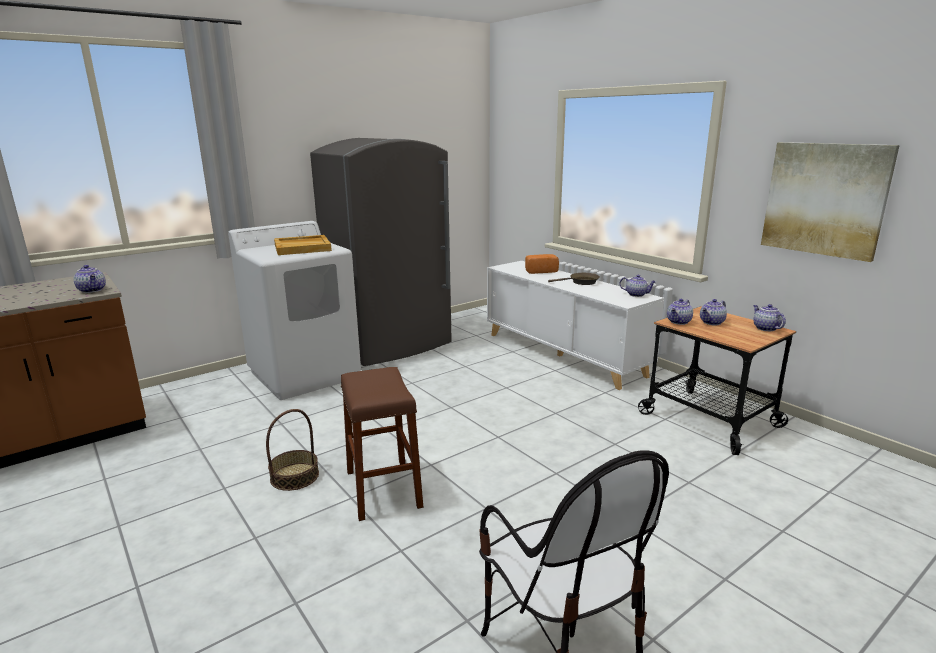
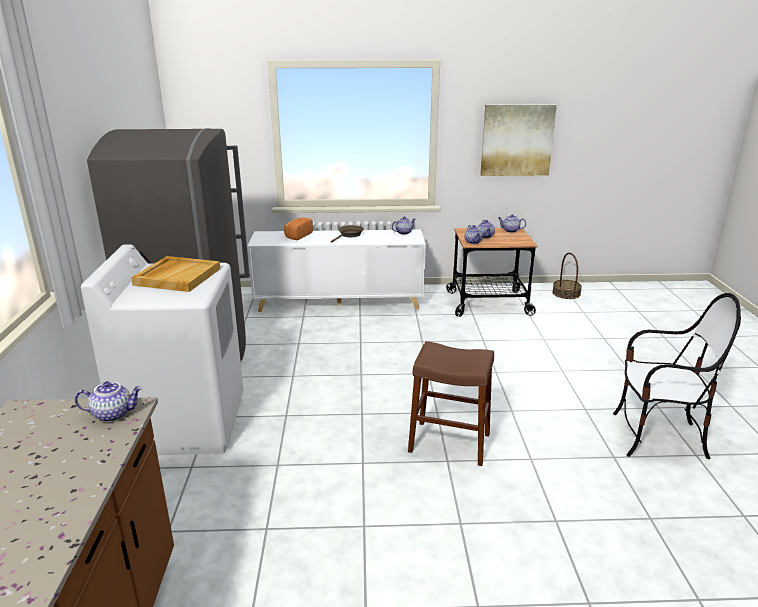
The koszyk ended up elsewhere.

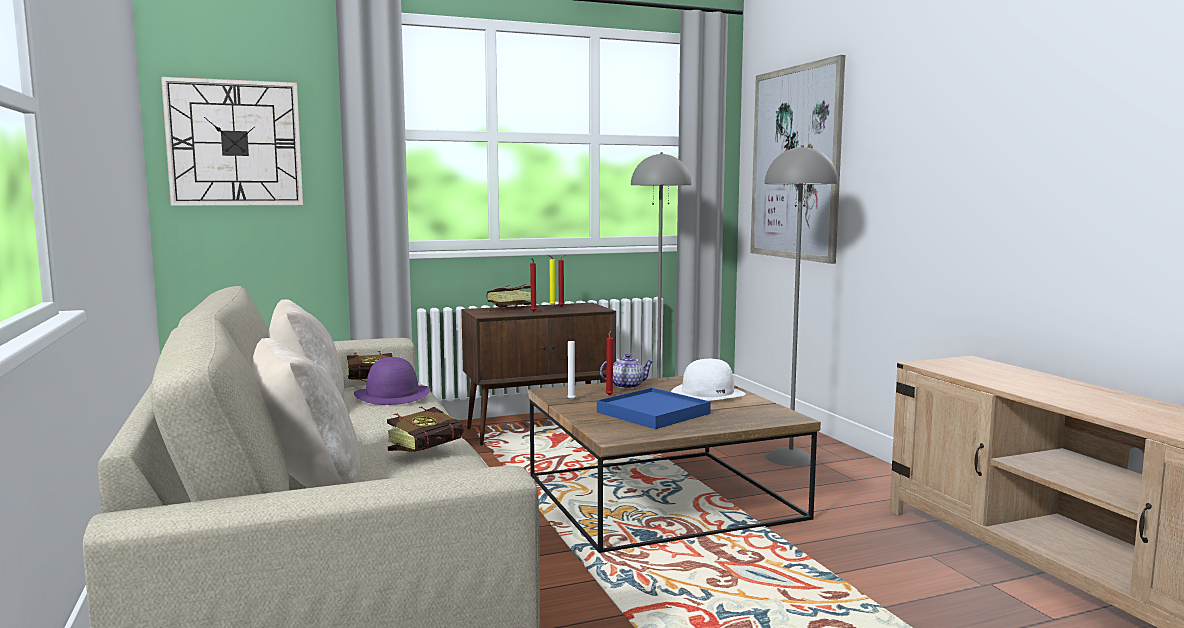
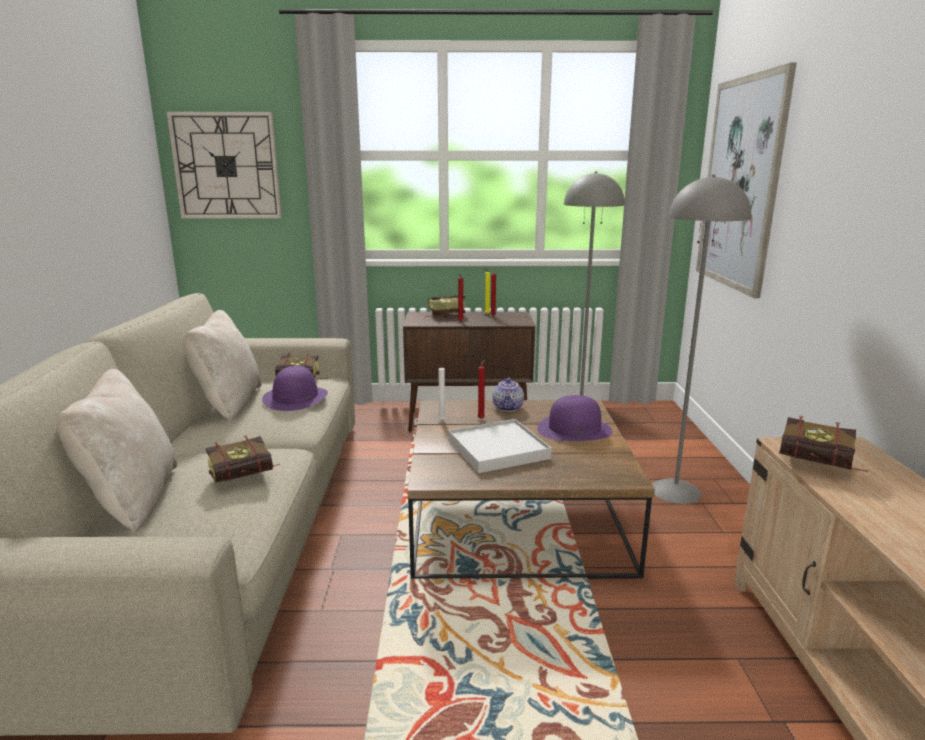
The imbryk ended up facing another way, 90 degrees clockwise from before. What was the kapelusz/biały turned into the kapelusz/fioletowy (2nd from left). What was the taca/niebieski turned into the taca/biały. The second view gained the książka (4th from left).

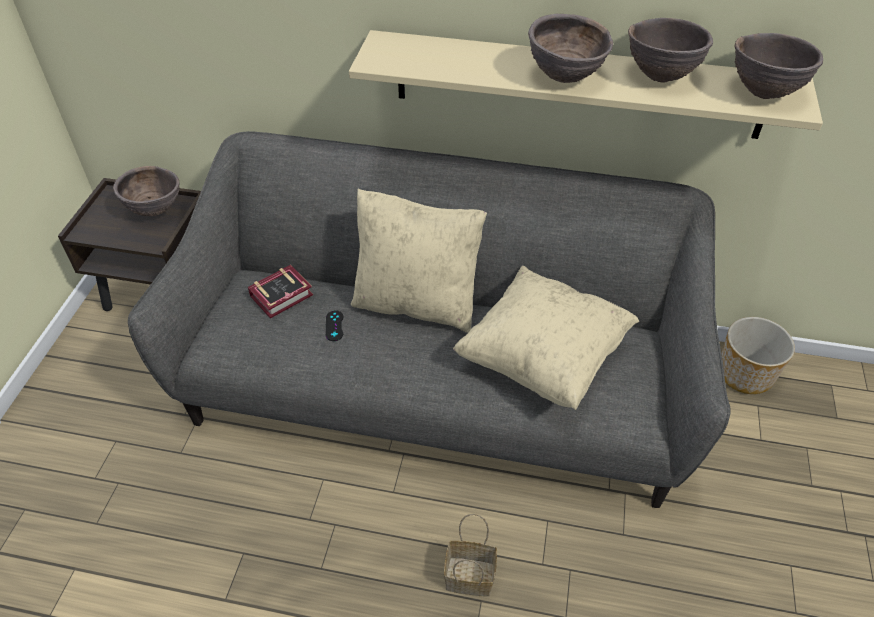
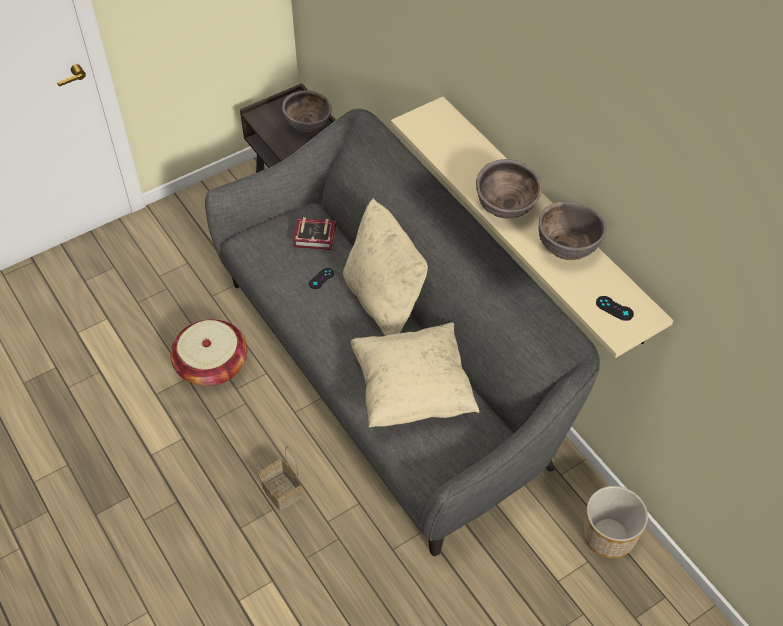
Where the miska/brązowy (4th from left) stood, the pad do gier/czarny (2nd from left) came to stand. The second view gained the koszyk (1st from left).

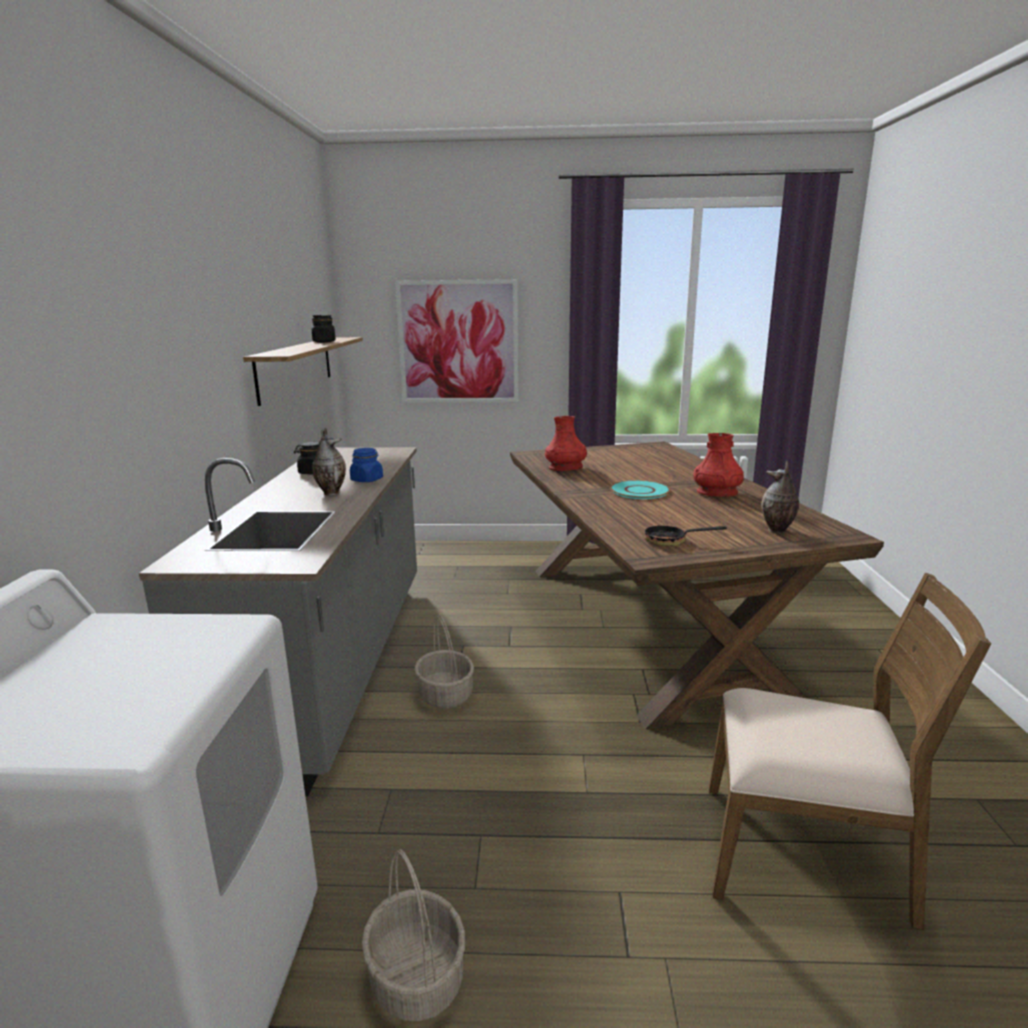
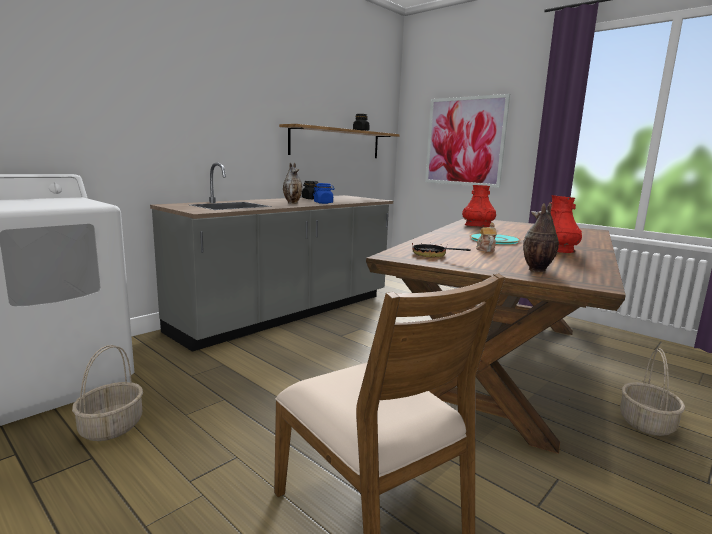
The koszyk (2nd from left) ended up elsewhere. The second view gained the imbryk.

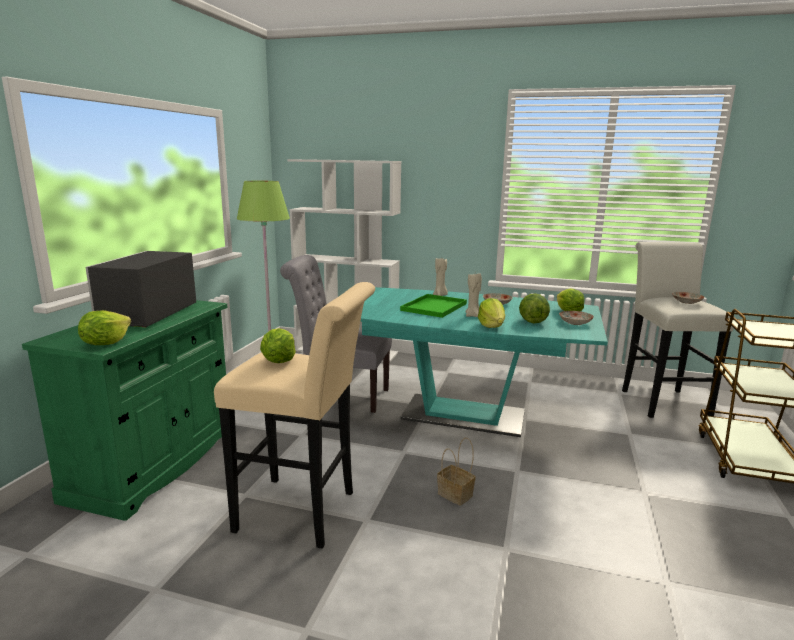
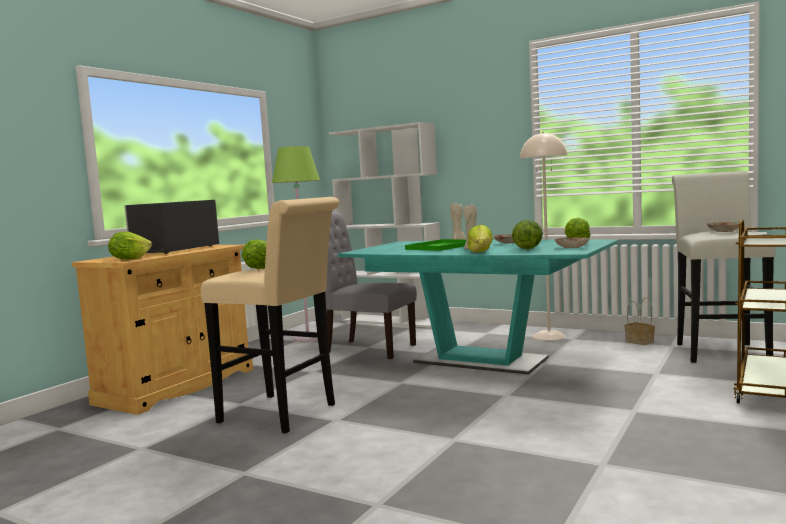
What was the szafka/zielony turned into the szafka/beżowy. The koszyk ended up elsewhere. The second view gained the lampa stojąca/beżowy.

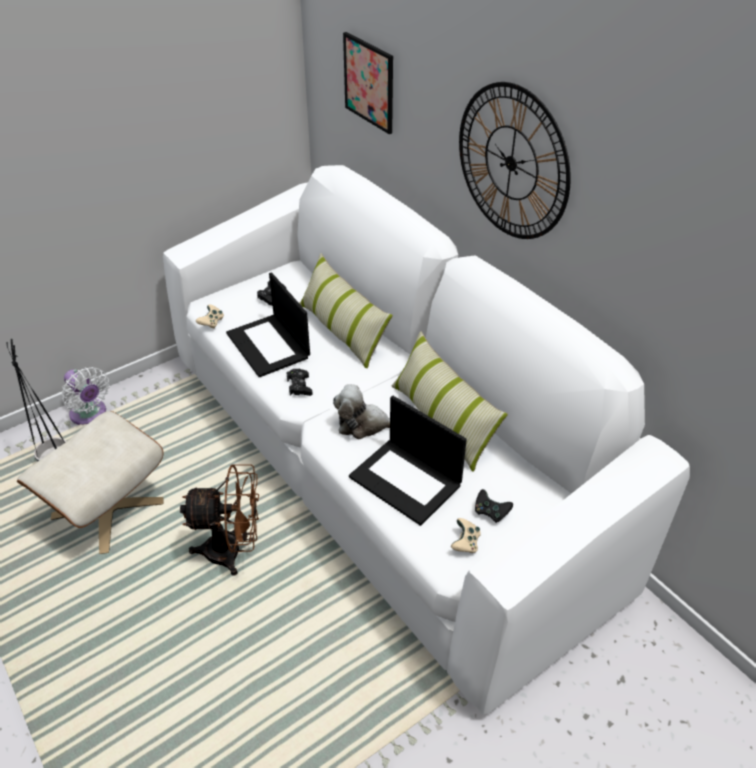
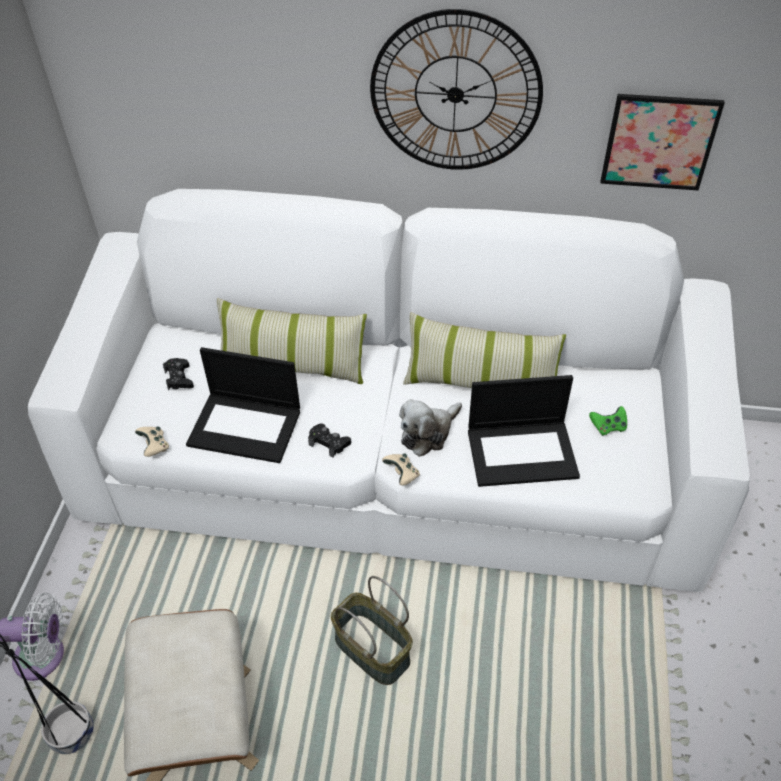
The obraz ended up elsewhere. Where the wentylator/brązowy stood, the koszyk came to stand. What was the pad do gier/czarny (3rd from left) turned into the pad do gier/zielony. The pad do gier/beżowy (2nd from left) ended up elsewhere.

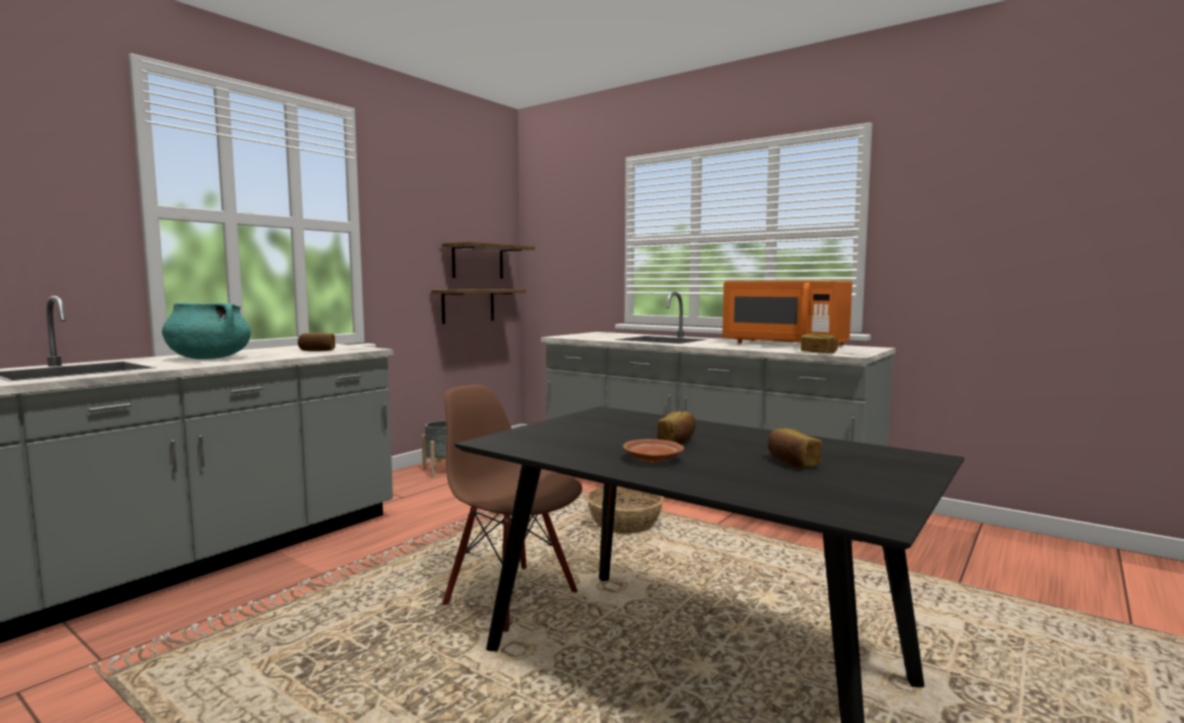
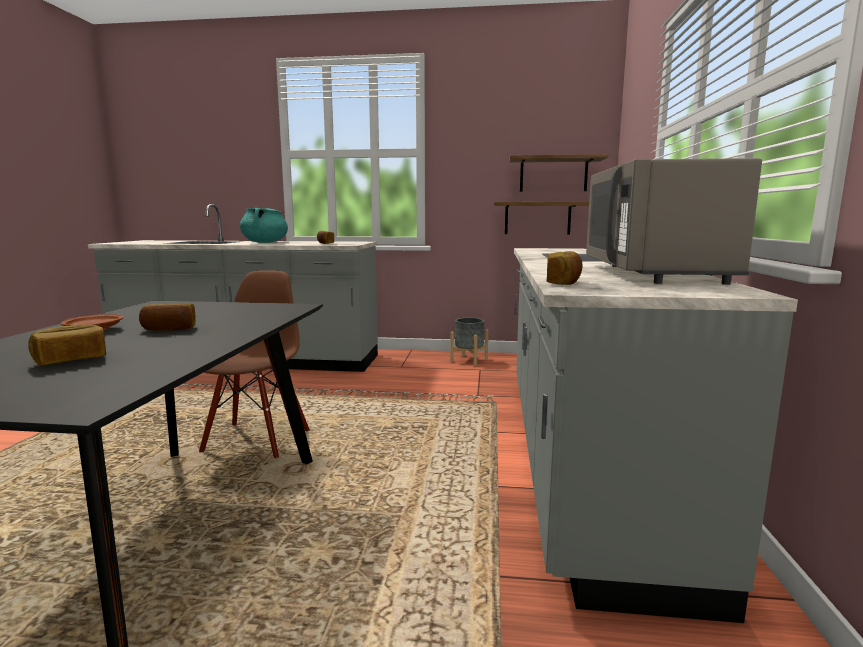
What was the mikrofalówka/pomarańczowy turned into the mikrofalówka/szary. The second view lost the koszyk.

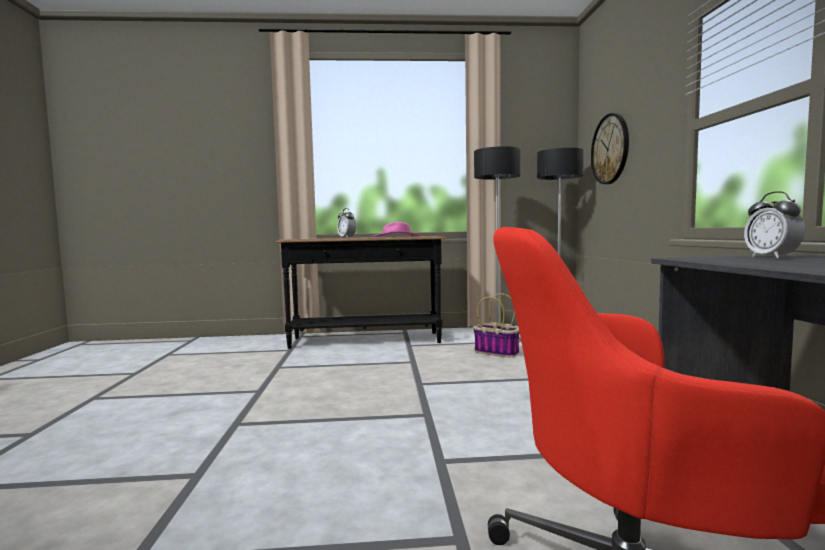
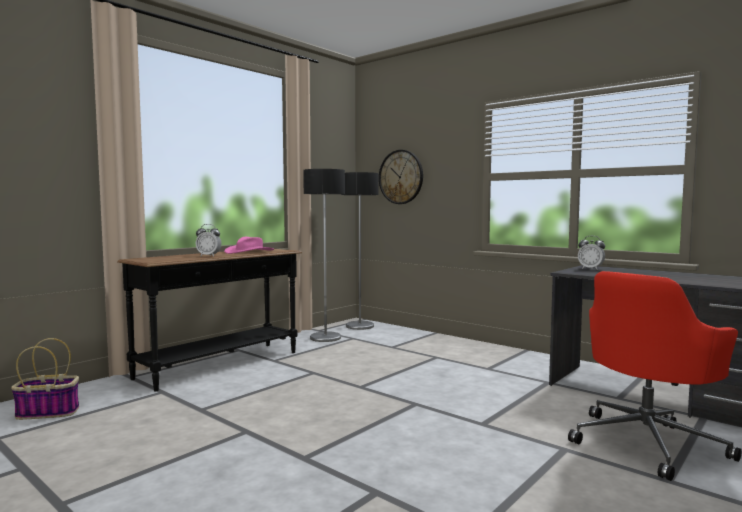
The koszyk ended up elsewhere.

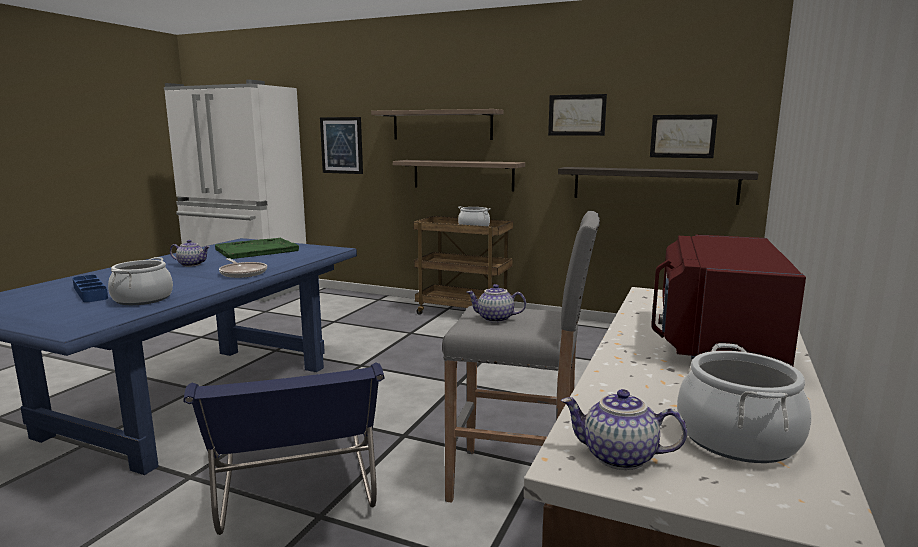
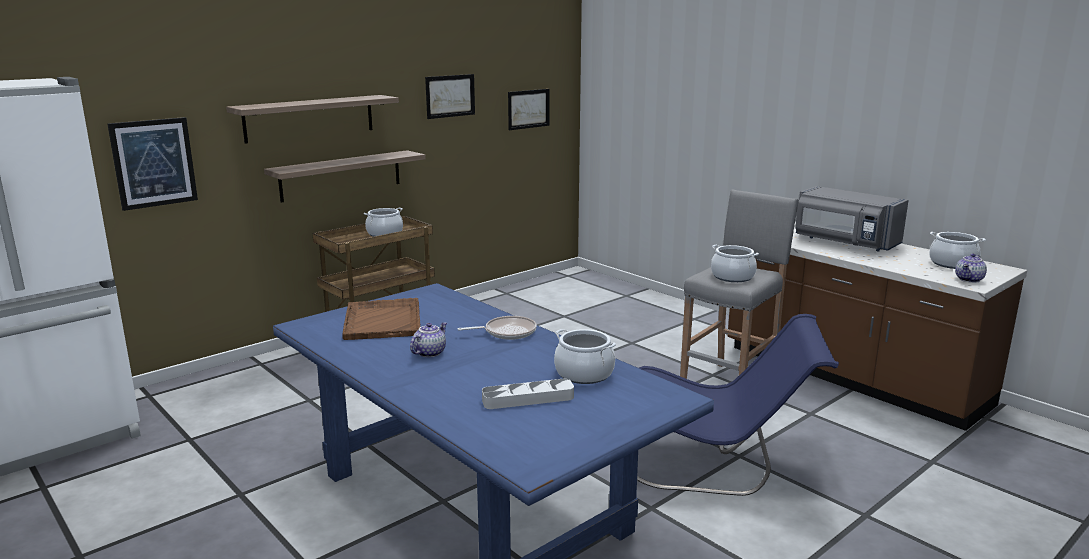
The second view lost the półka (3rd from left). What was the mikrofalówka/czerwony turned into the mikrofalówka/szary. What was the taca/zielony turned into the taca/brązowy. What was the taca/niebieski turned into the taca/szary. Where the imbryk (2nd from left) stood, the garnek (3rd from left) came to stand.

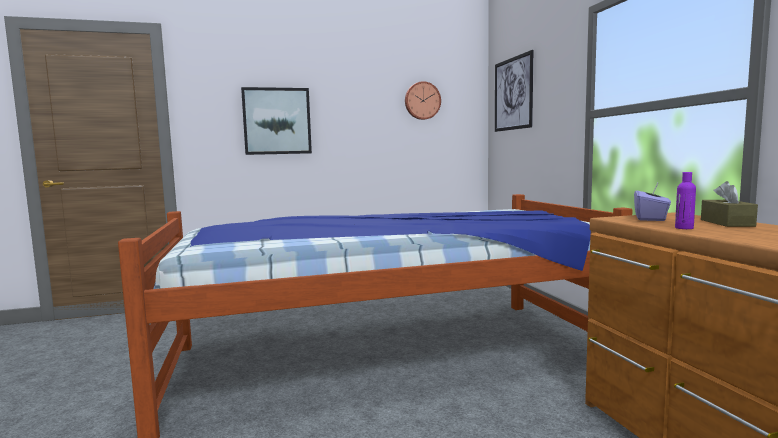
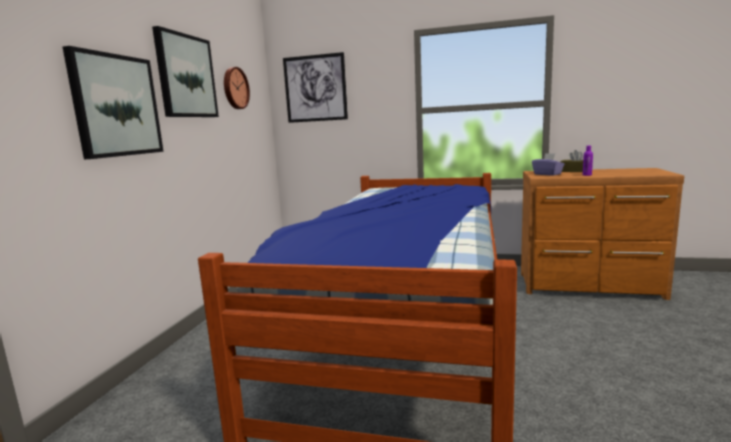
The second view gained the obraz (2nd from left).

